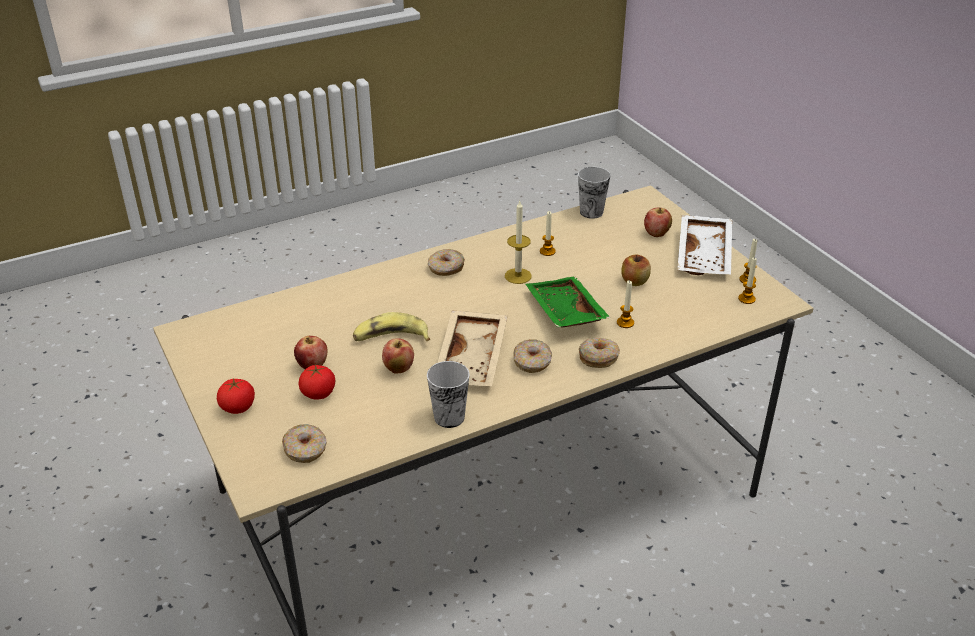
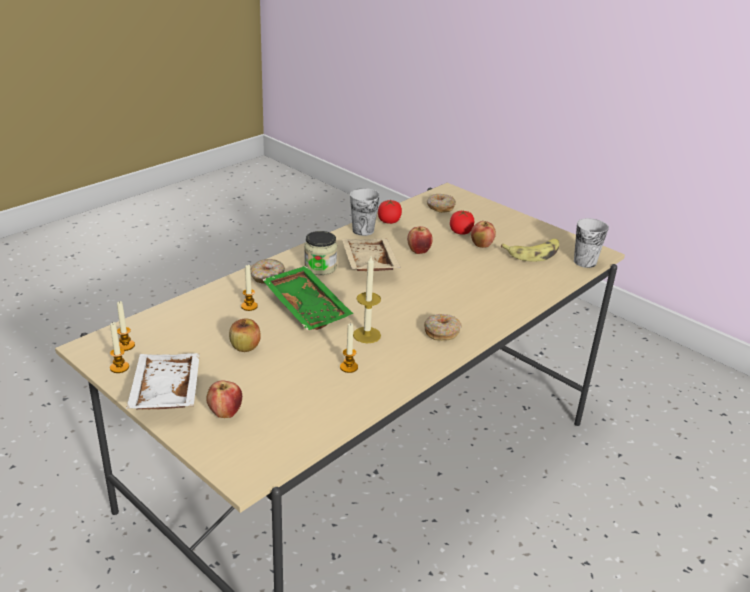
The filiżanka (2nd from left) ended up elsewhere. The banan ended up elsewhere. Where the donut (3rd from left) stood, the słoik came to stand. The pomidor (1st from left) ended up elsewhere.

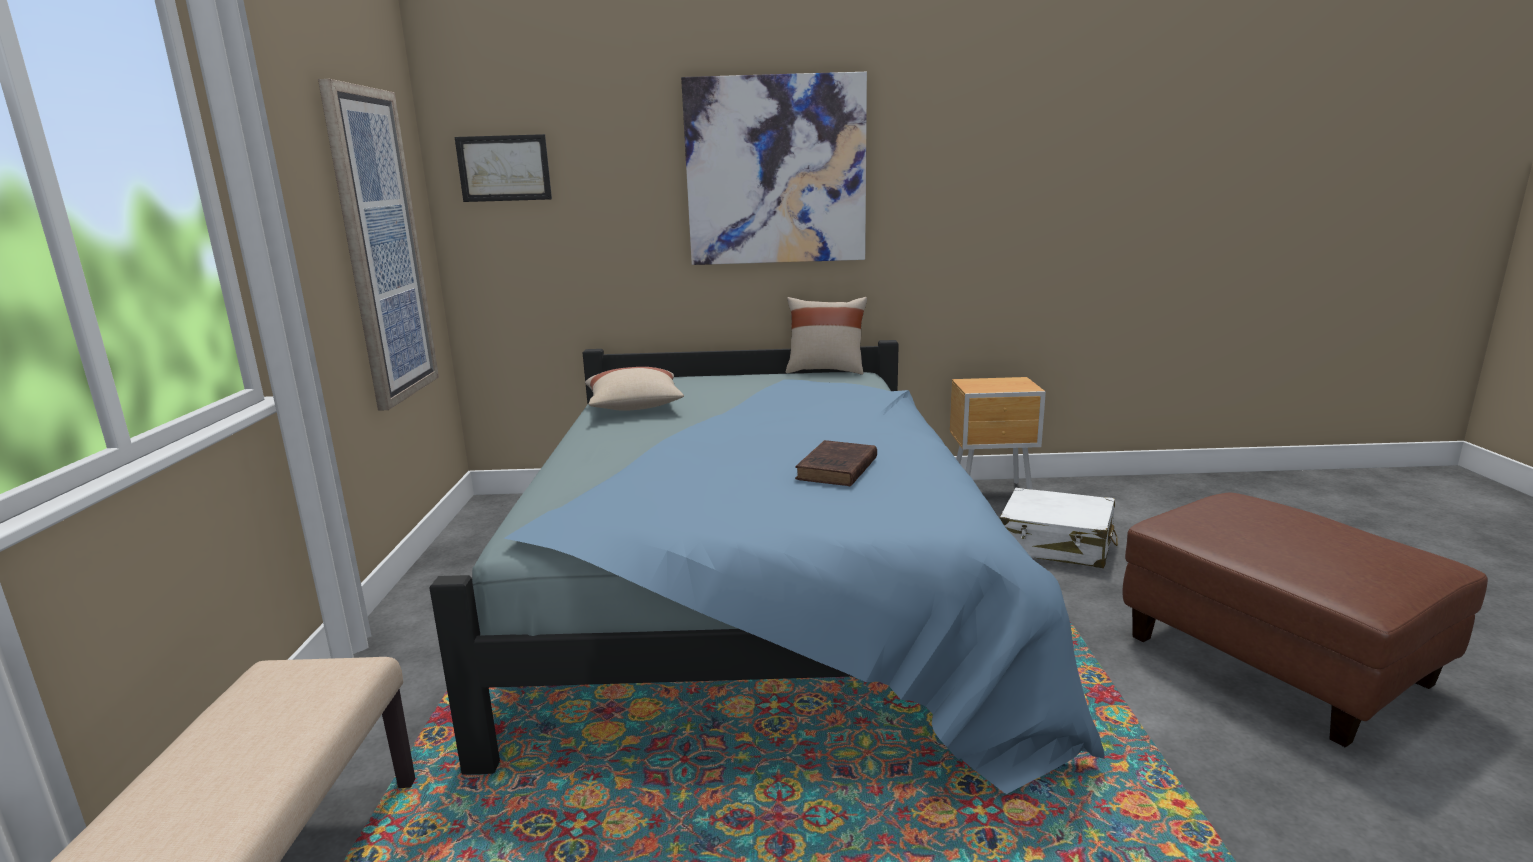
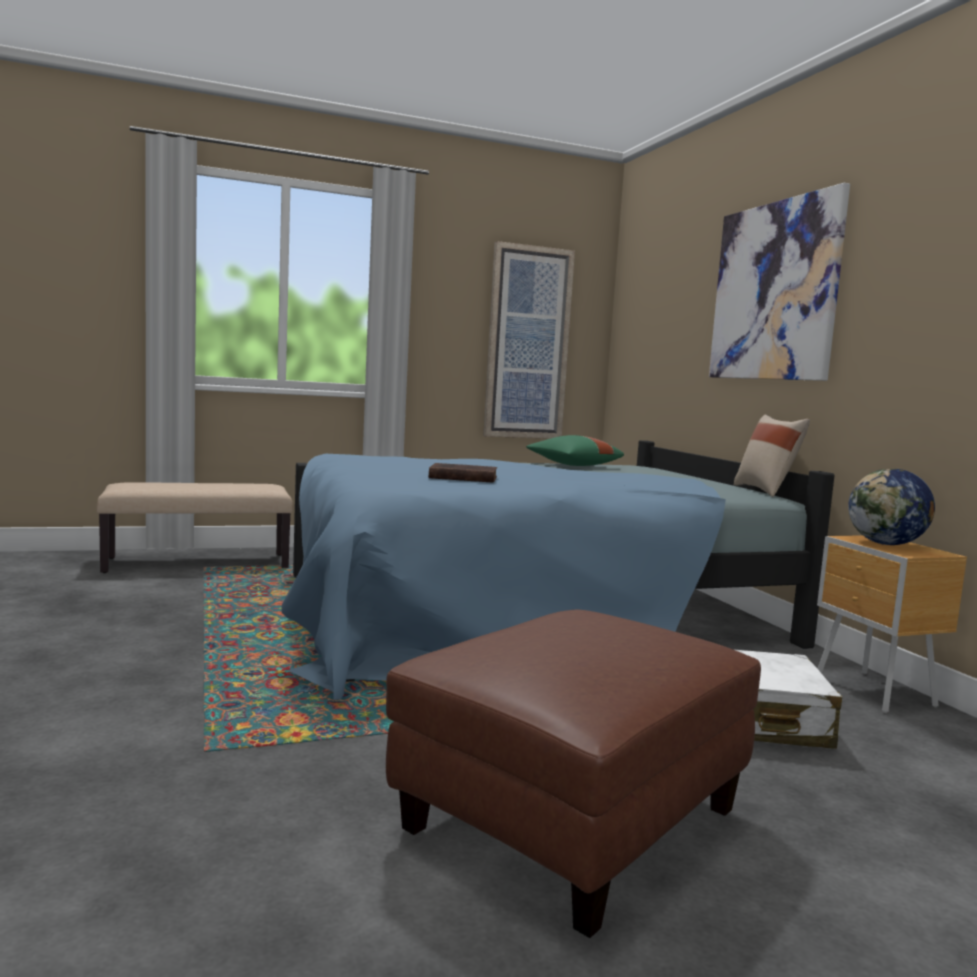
The second view lost the obraz (2nd from left). What was the poduszka/beżowy (1st from left) turned into the poduszka/zielony. The second view gained the globus.

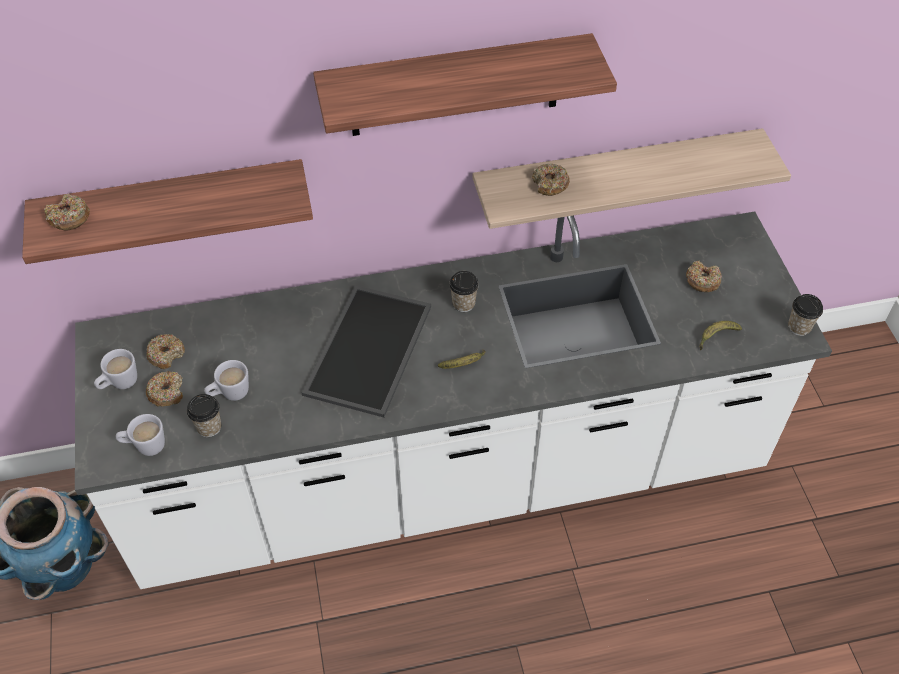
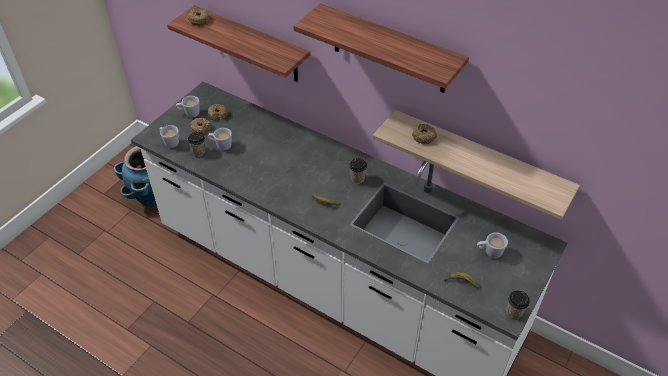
Where the donut (5th from left) stood, the kubek/biały (4th from left) came to stand. The second view lost the taca.

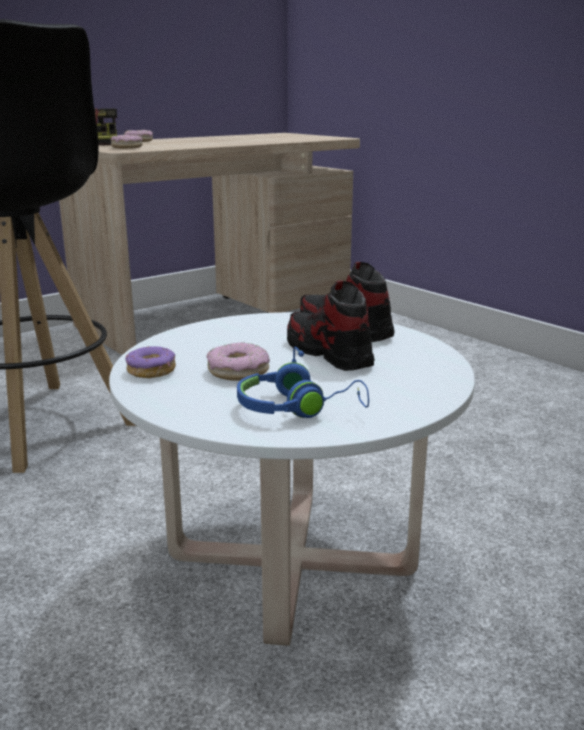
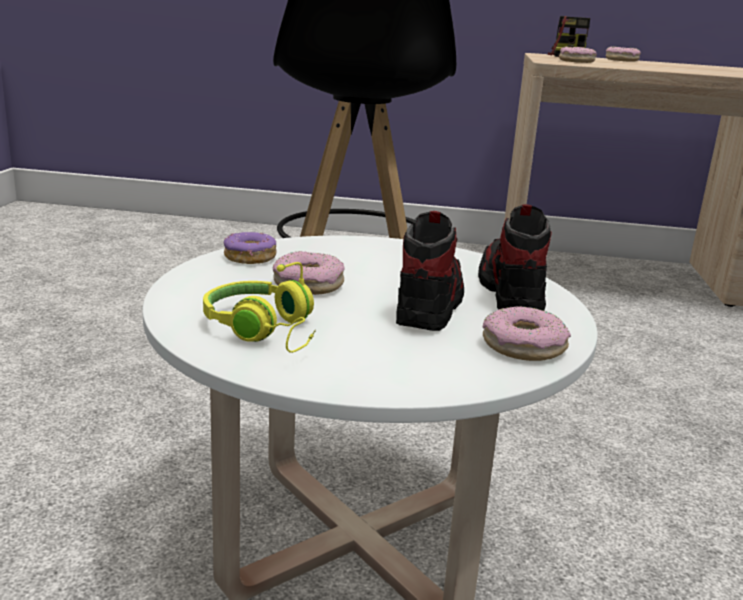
What was the słuchawki/niebieski turned into the słuchawki/żółty. The second view gained the donut (3rd from left).

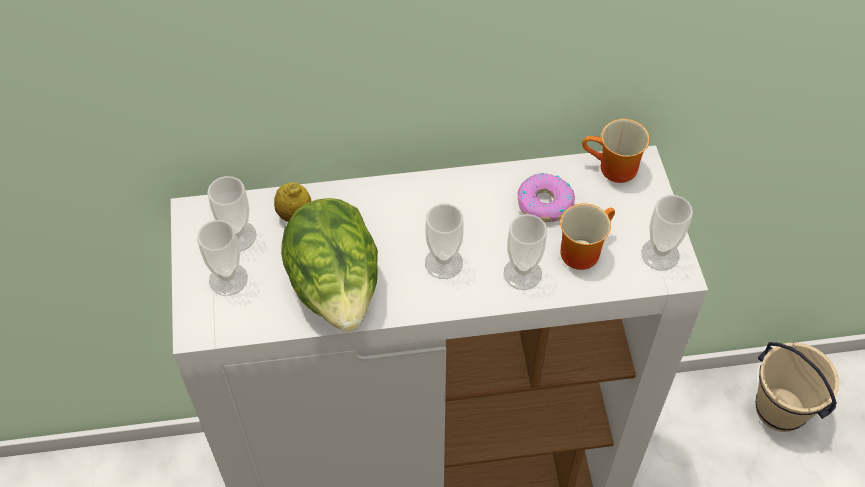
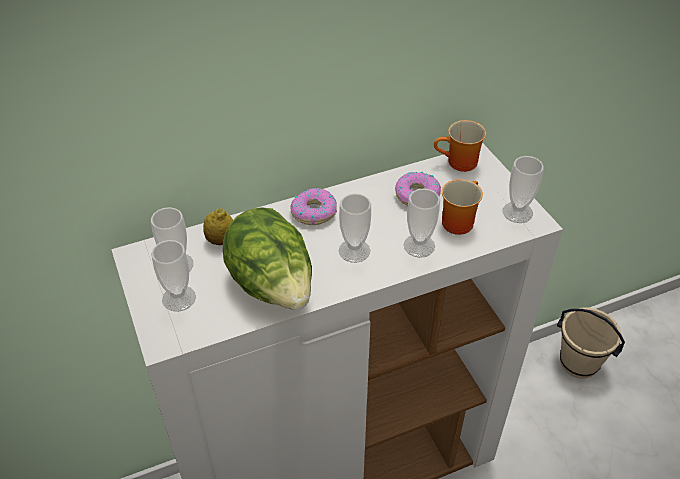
The second view gained the donut (1st from left).

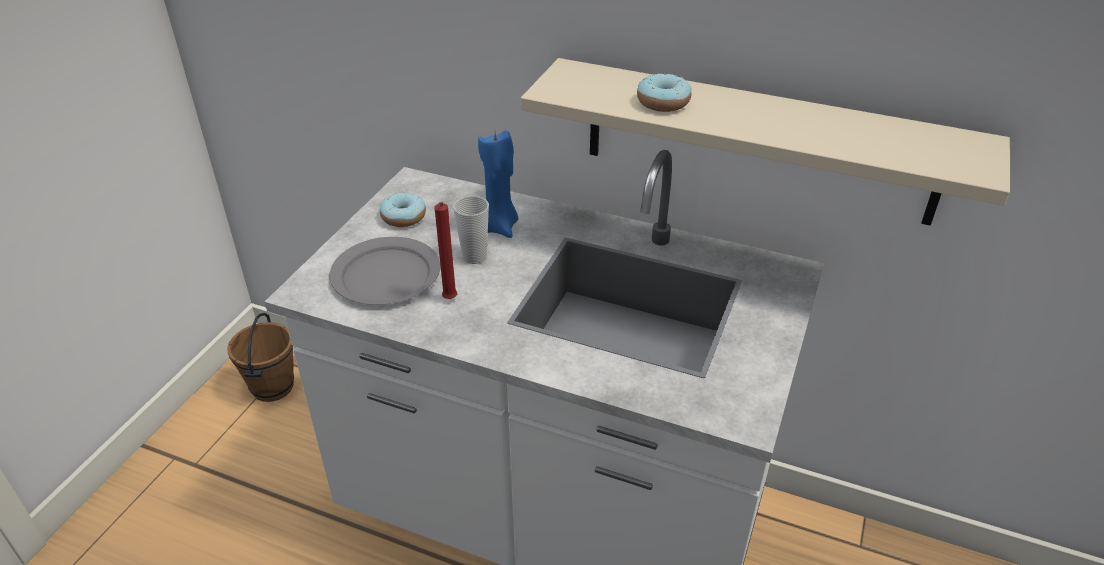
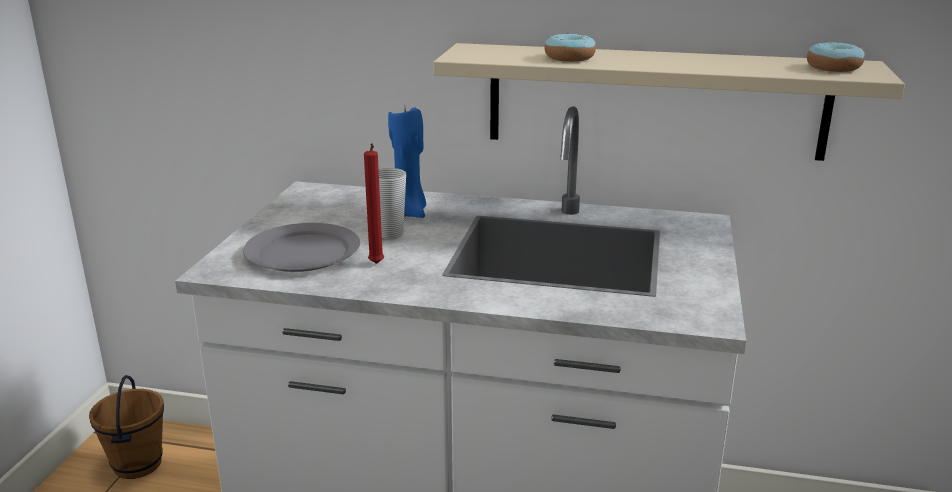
The donut (1st from left in the first image) ended up elsewhere.

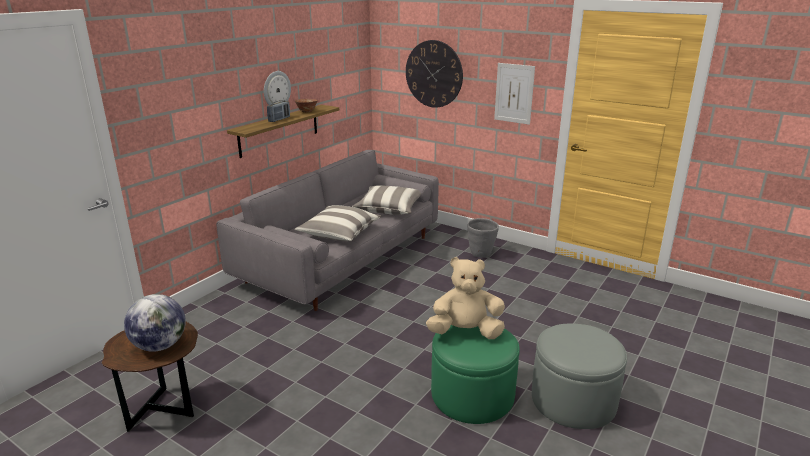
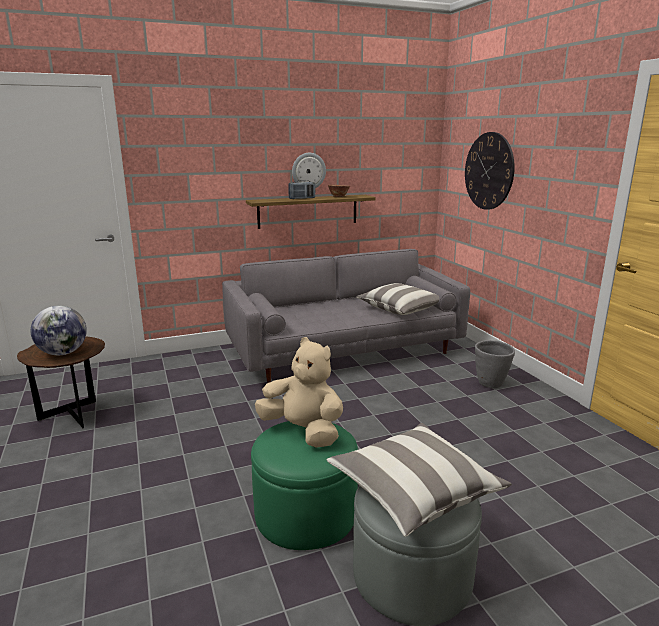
The second view lost the obraz. The poduszka (1st from left in the first image) ended up elsewhere.

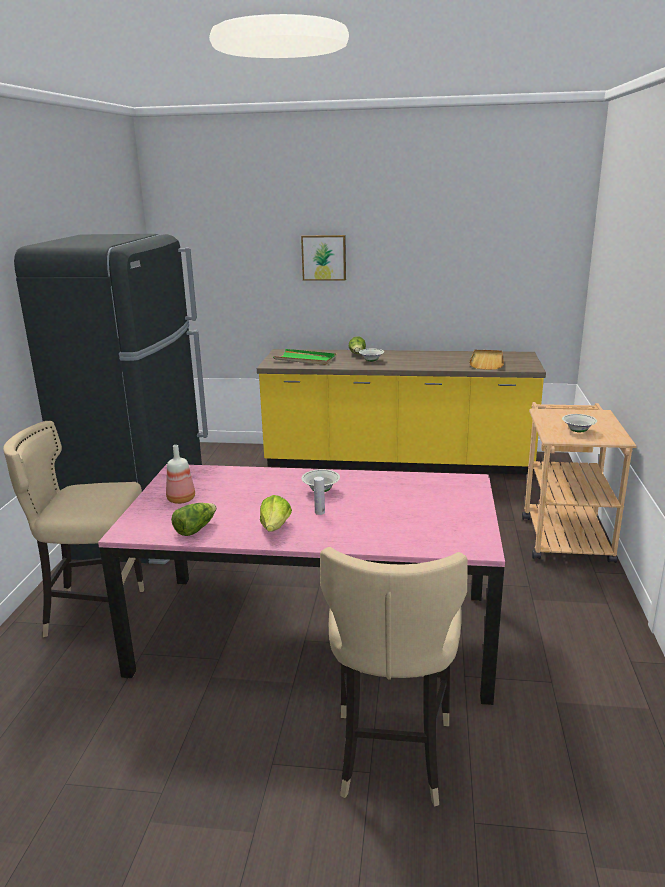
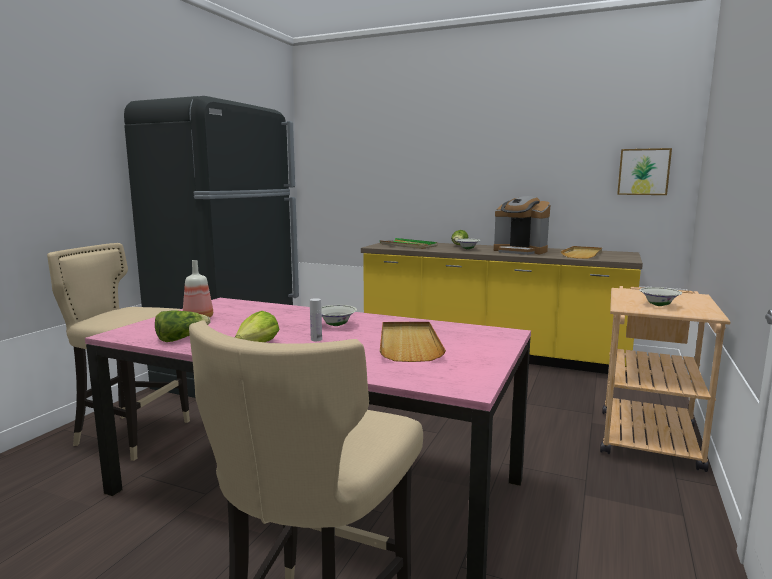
The obraz ended up elsewhere. The second view gained the ekspres do kawy. The second view gained the taca/beżowy (1st from left).

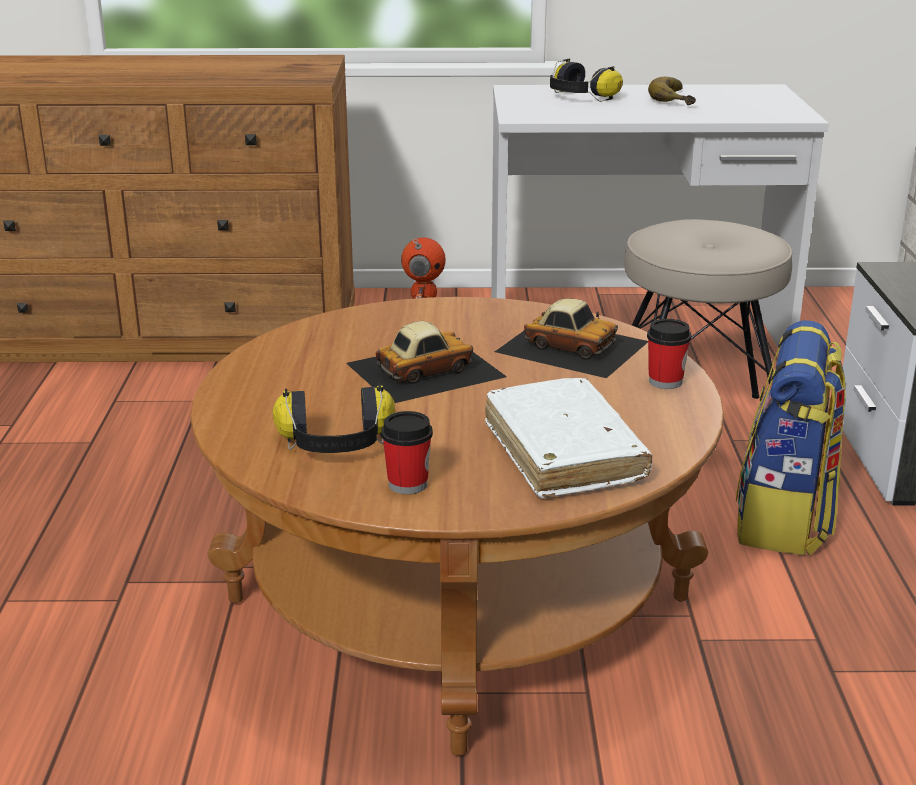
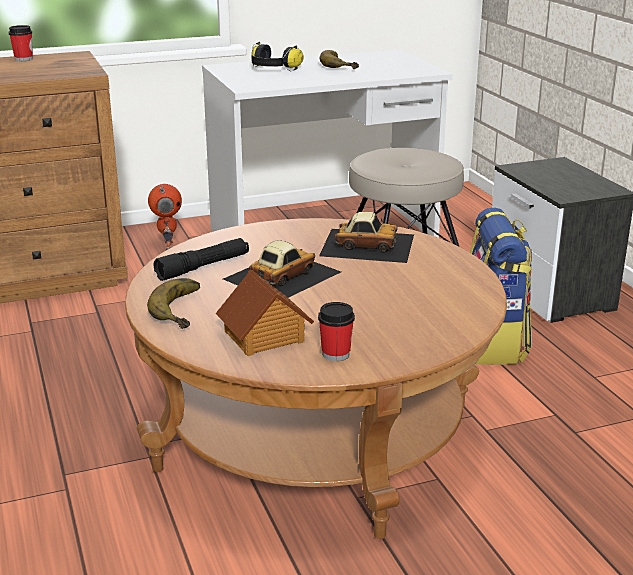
The filiżanka (2nd from left in the first image) ended up elsewhere. The second view lost the książka/biały. Where the słuchawki (1st from left) stood, the domek came to stand. The second view gained the latarka/czarny. The second view gained the banan (1st from left).

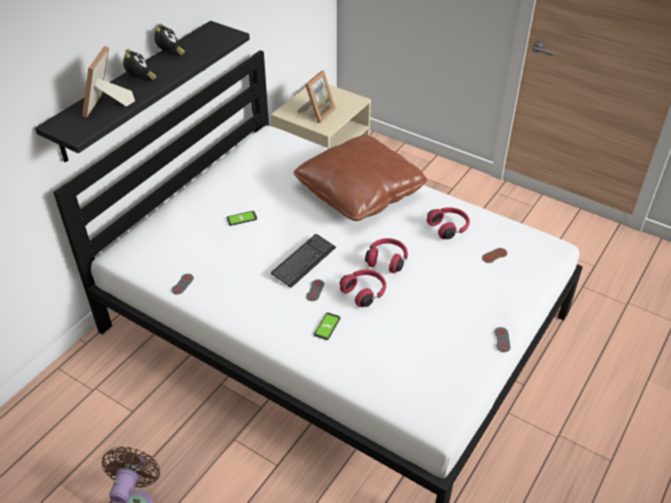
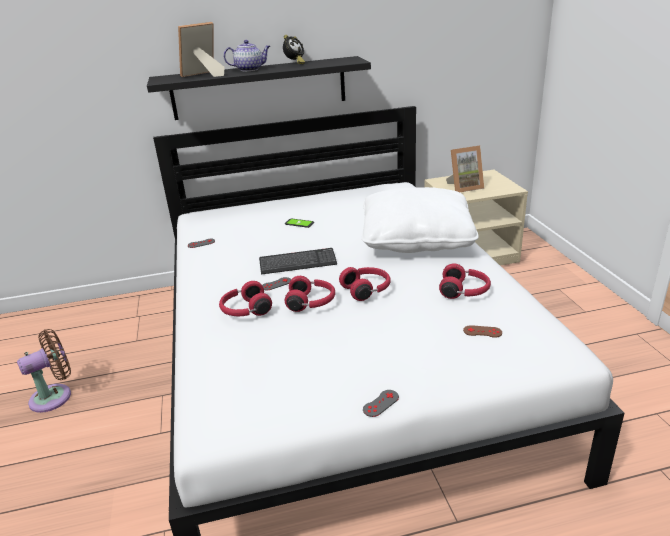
Where the budzik (1st from left) stood, the imbryk came to stand. What was the poduszka/brązowy turned into the poduszka/biały. Where the telefon (2nd from left) stood, the słuchawki/czerwony (1st from left) came to stand.

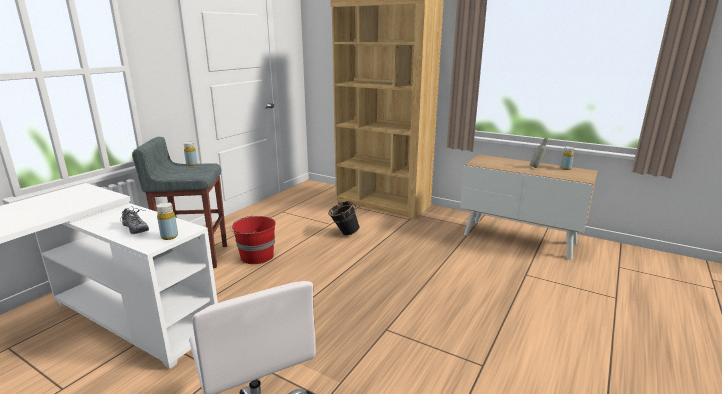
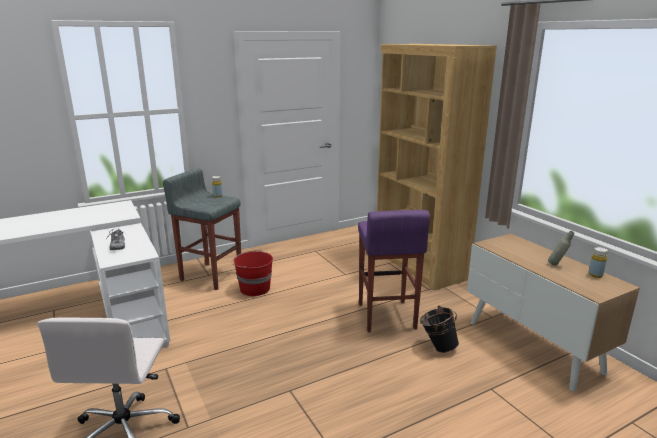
The wiadro/czarny ended up elsewhere. The second view lost the butelka/żółty (1st from left). The second view gained the stołek/fioletowy.

